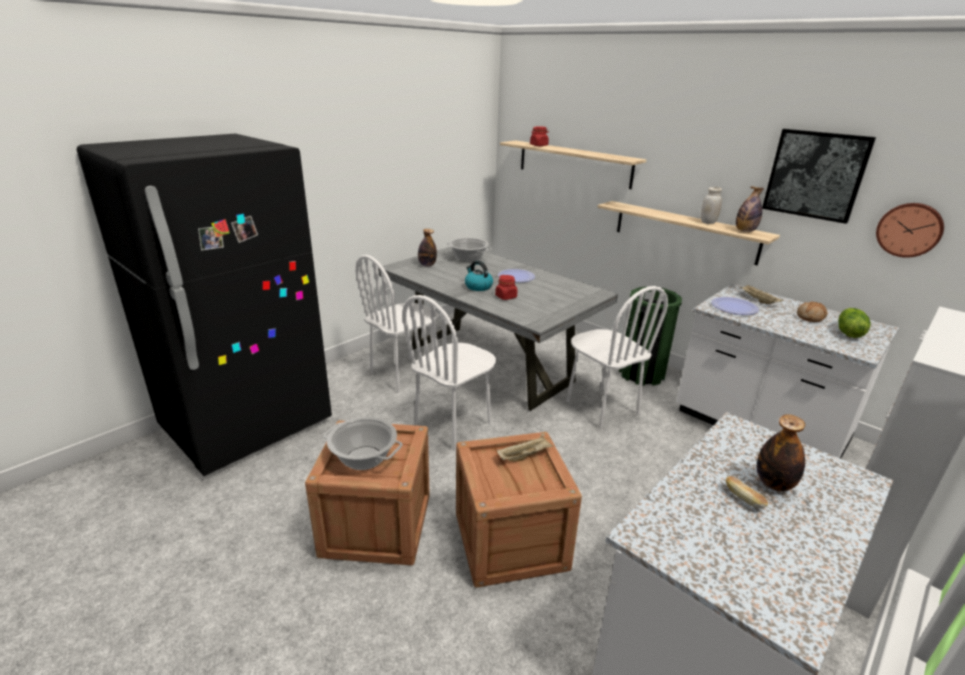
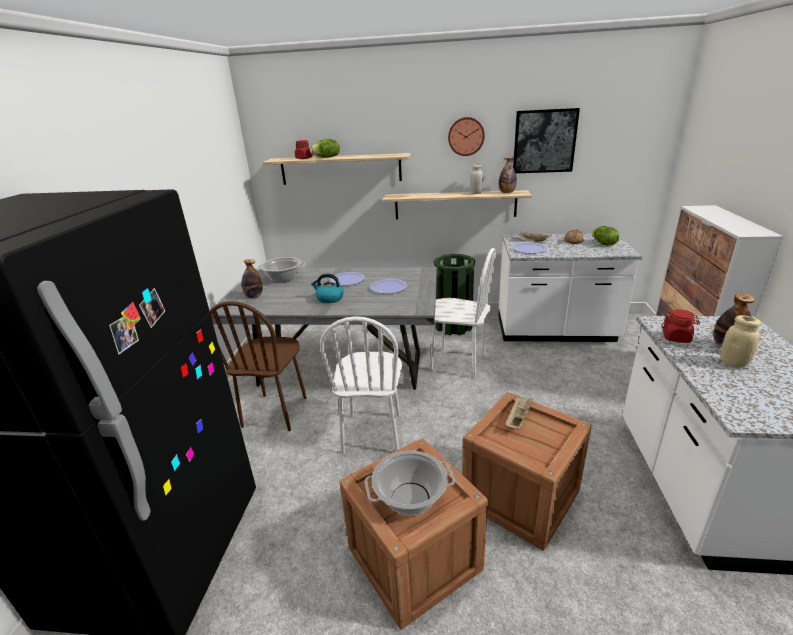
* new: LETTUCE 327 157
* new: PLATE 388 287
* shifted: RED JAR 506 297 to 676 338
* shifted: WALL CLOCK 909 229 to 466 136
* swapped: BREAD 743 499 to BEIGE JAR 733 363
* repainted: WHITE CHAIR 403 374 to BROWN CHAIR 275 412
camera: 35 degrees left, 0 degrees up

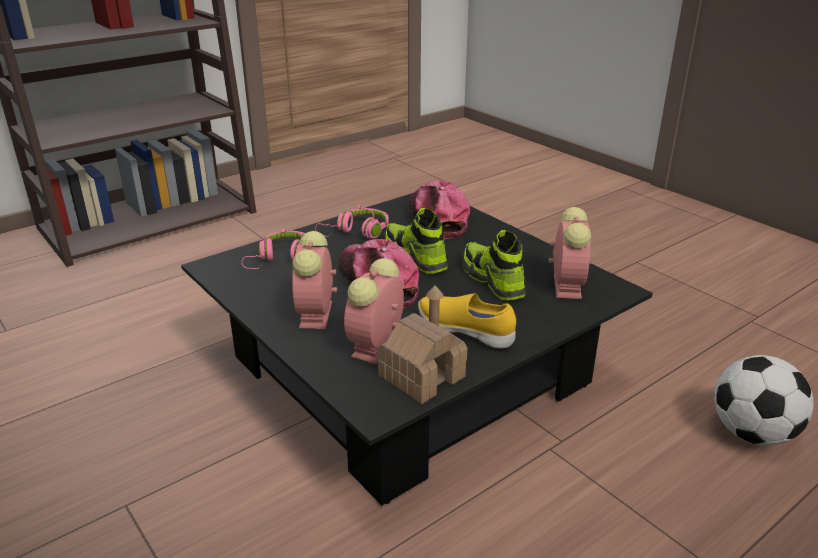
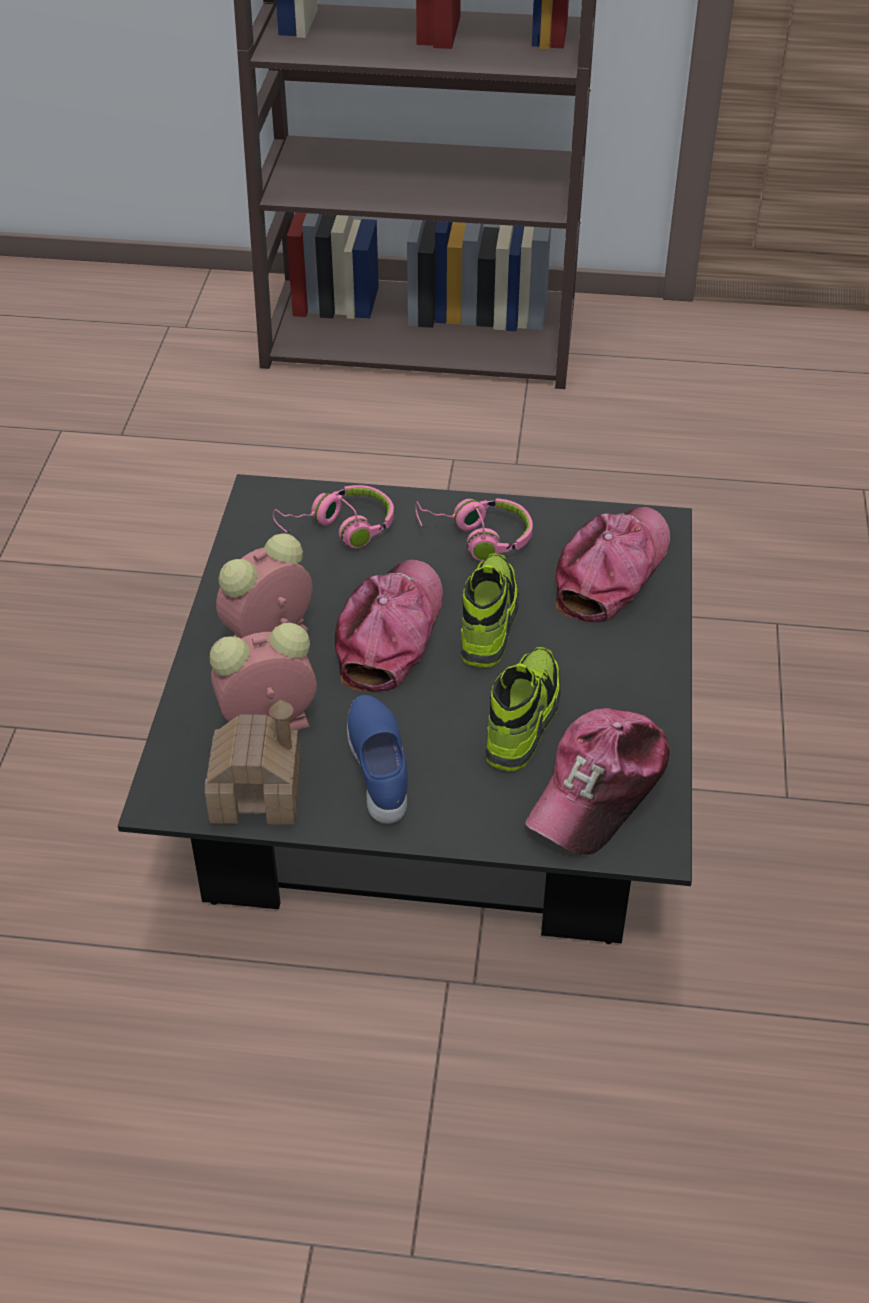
* gone: FOOTBALL 752 434
* swapped: ALARM CLOCK 566 284 to CAP 599 789
* repainted: YELLOW SHOE 465 331 to BLUE SHOE 380 769
camera: 45 degrees right, 15 degrees up

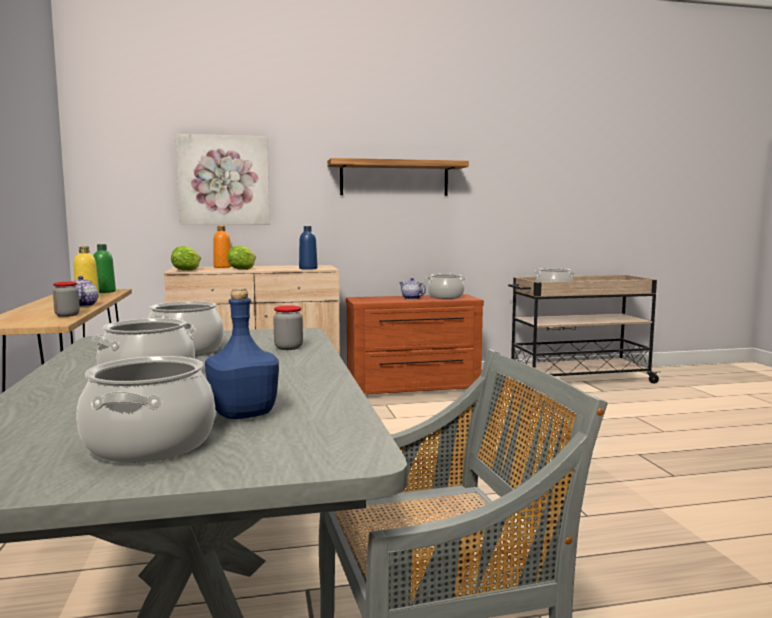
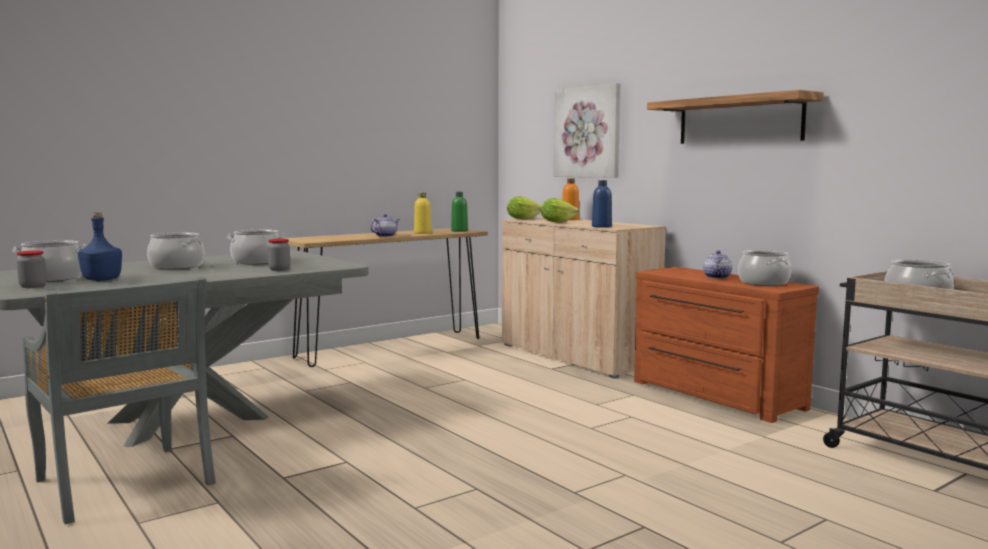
* shifted: JAR 67 315 to 33 286
camera: 65 degrees right, 0 degrees up

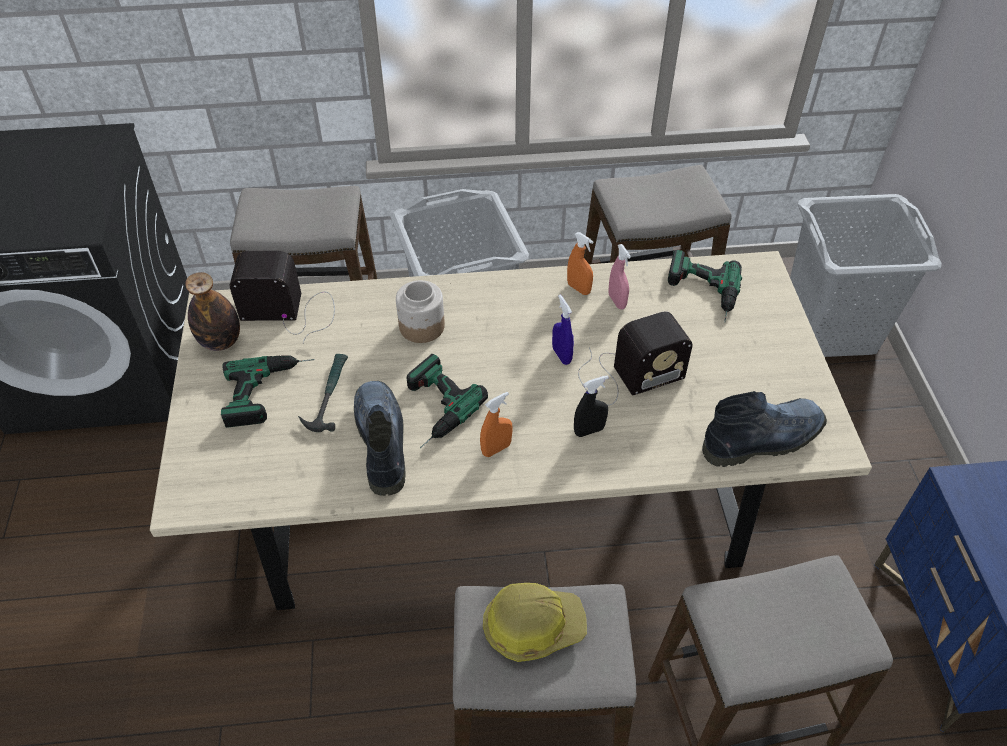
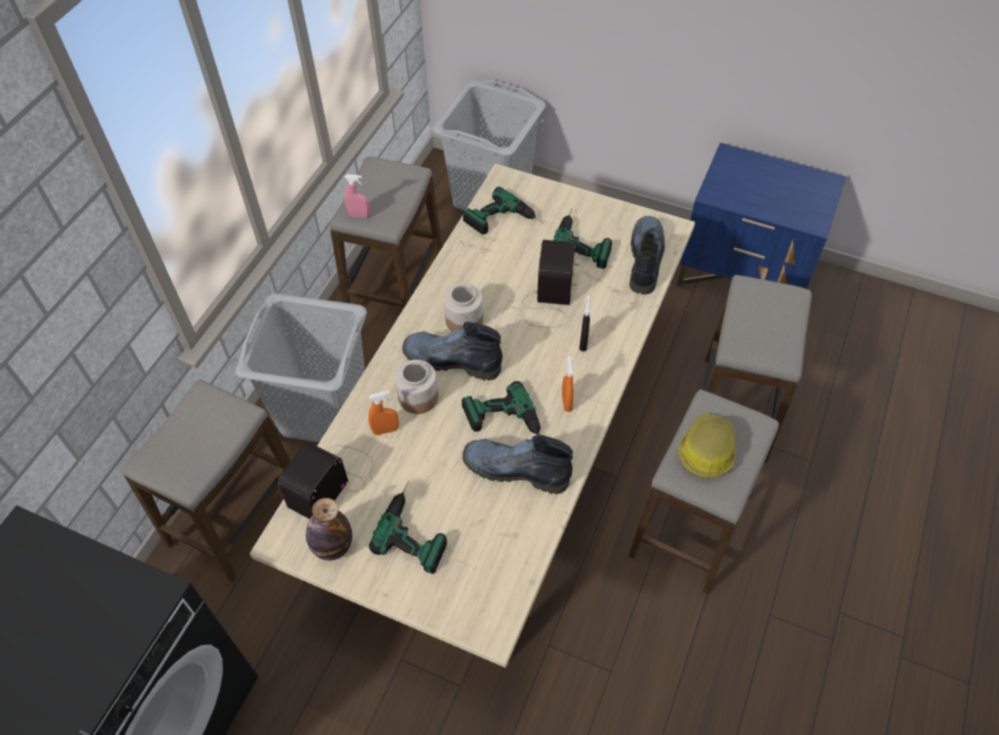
* gone: HAMMER 328 395
* gone: BLUE SPRAY BOTTLE 561 355
* new: BOOT 450 360
* new: JAR 464 320
* new: POWER DRILL 584 239
* shifted: ORANGE SPRAY BOTTLE 578 288 to 385 430
* shifted: PINK SPRAY BOTTLE 617 301 to 359 215
camera: 60 degrees left, 5 degrees up

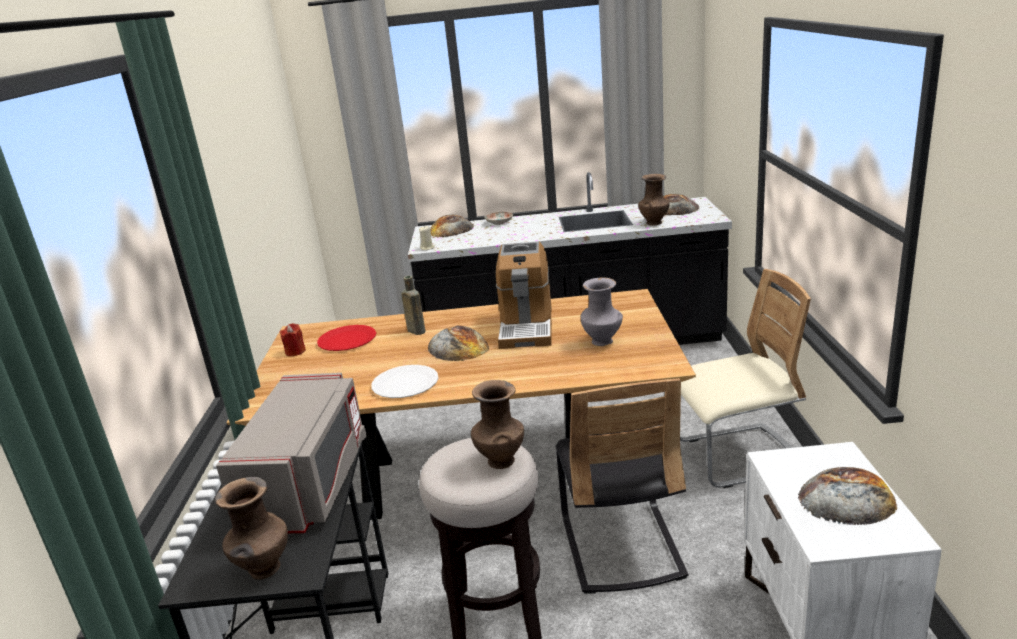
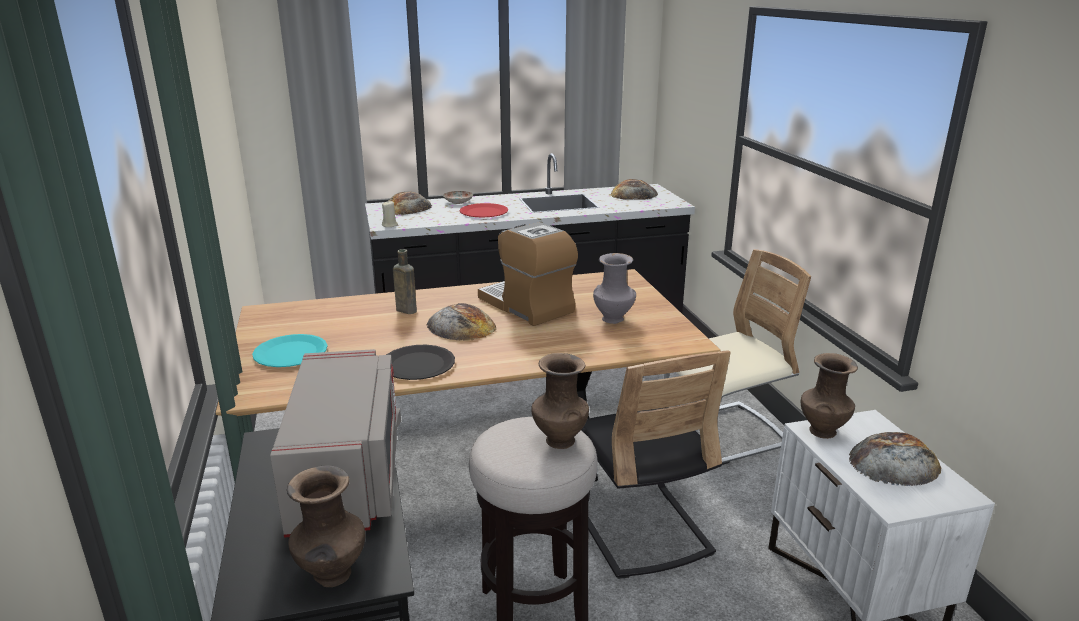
* gone: RED CANDLE 295 352
* new: TURQUOISE PLATE 290 353
* shifted: RED PLATE 347 340 to 484 212
* shifted: BROWN VASE 654 223 to 822 430
* repainted: WHITE PLATE 405 383 to BLACK PLATE 418 364
* rotated: COFFEE MACHINE 526 327 = 527 305 150 degrees clockwise
camera: 15 degrees left, 0 degrees up

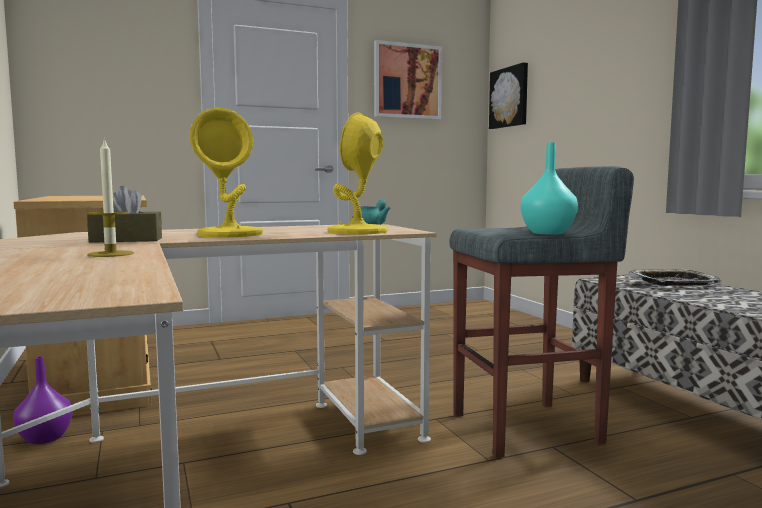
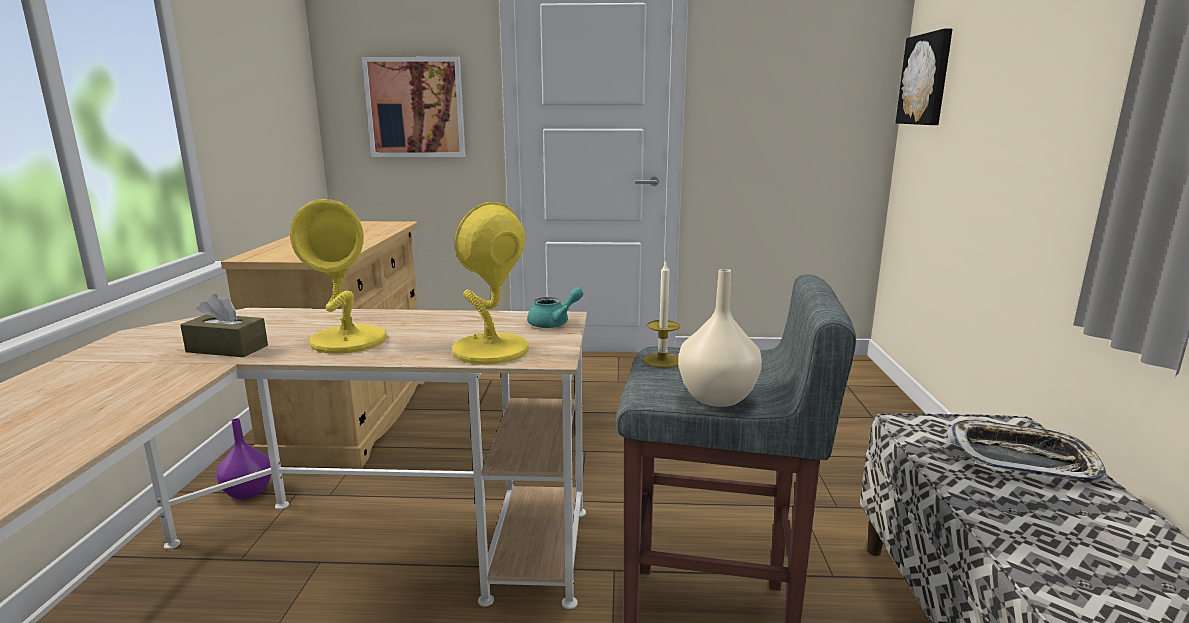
* shifted: CANDLE 111 254 to 662 360
* shifted: PICTURE 407 81 to 416 108
* repainted: TURQUOISE VASE 547 233 to BEIGE VASE 717 397
camera: 25 degrees right, 10 degrees up

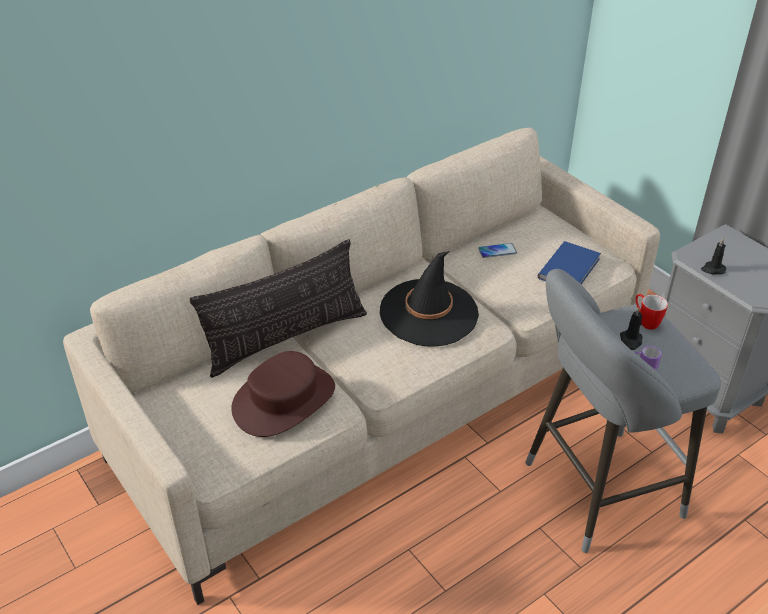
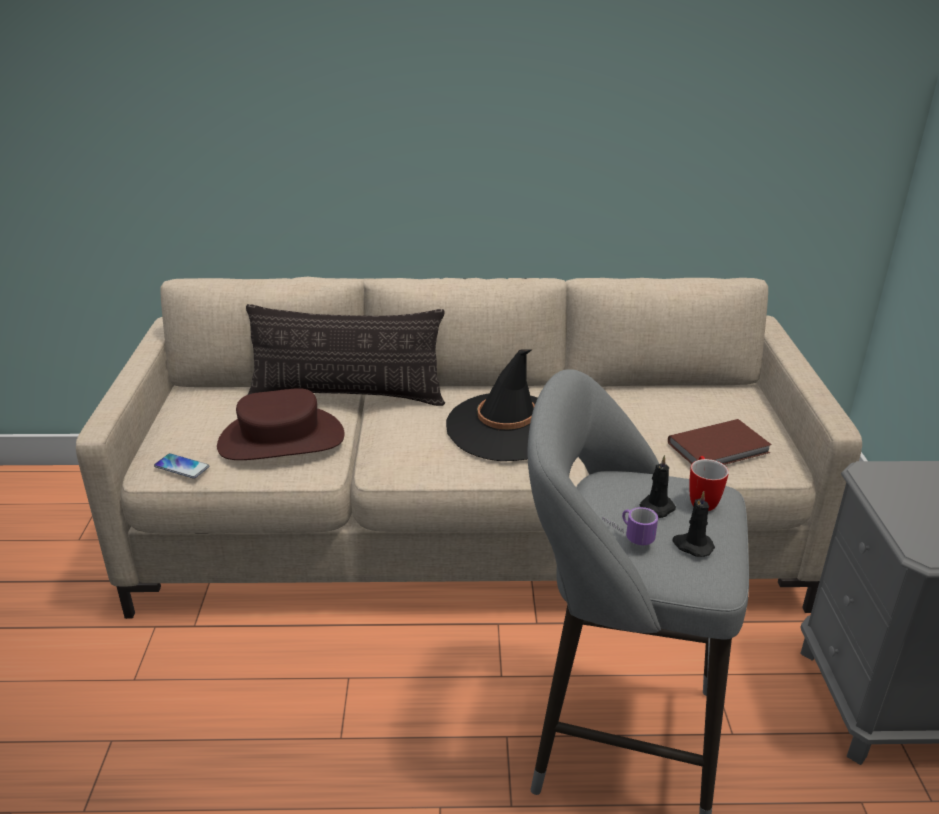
* shifted: PHONE 497 251 to 182 467
* shifted: BLACK CANDLE 713 269 to 692 545
* repainted: BLUE BOOK 570 268 to BROWN BOOK 720 448
camera: 35 degrees right, 10 degrees down

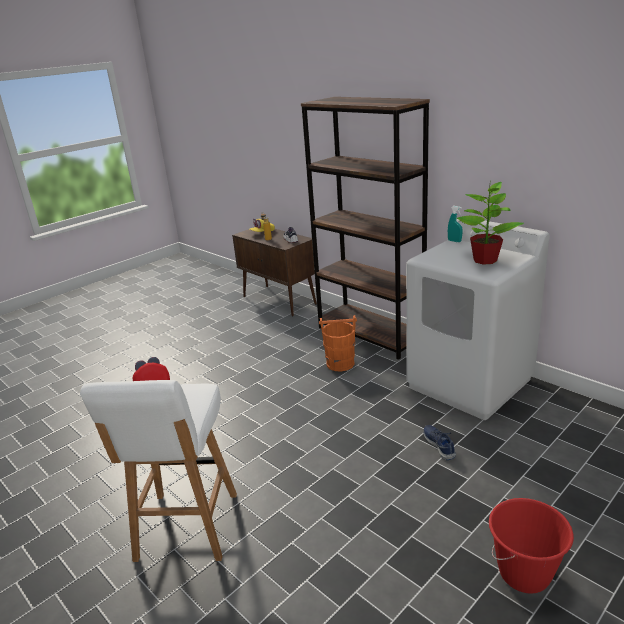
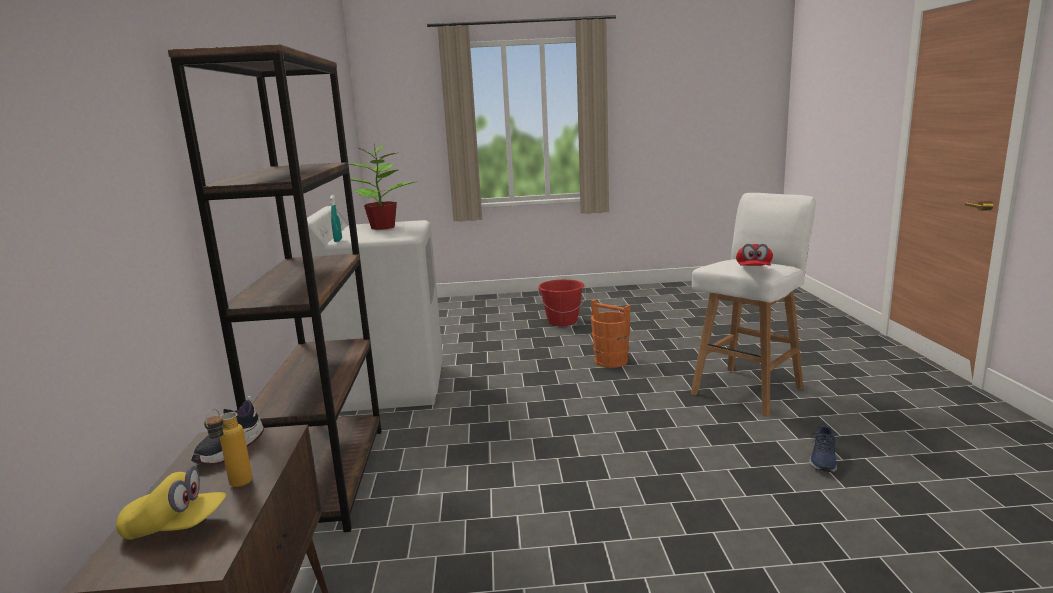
* shifted: ORANGE BUCKET 340 364 to 611 361
* shifted: BLUE SHOE 439 445 to 822 459
camera: 140 degrees left, 10 degrees down

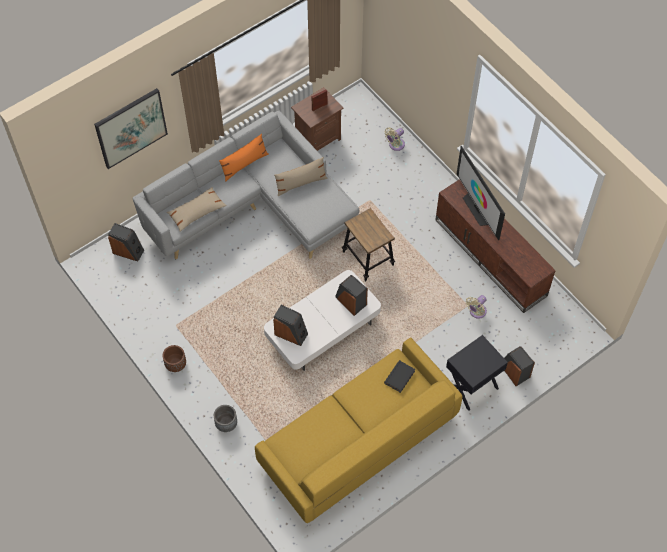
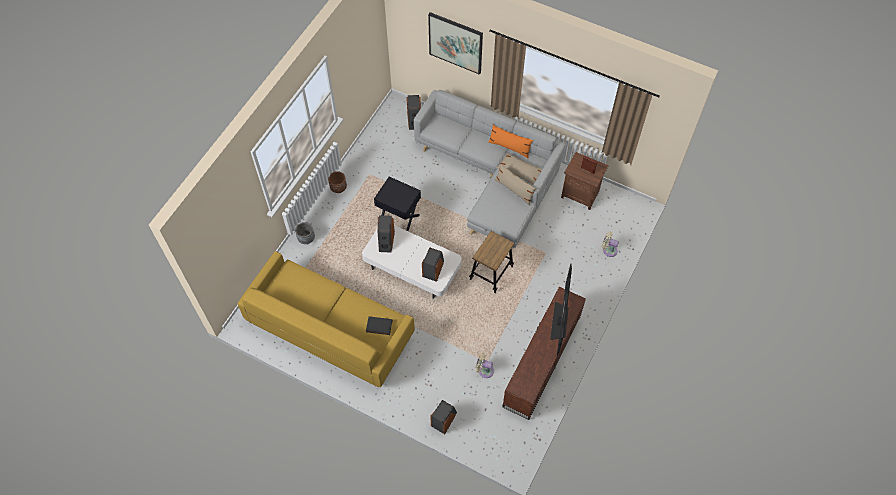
* shifted: BEIGE PILLOW 197 212 to 521 172
* shifted: BLACK SIDE TABLE 472 386 to 399 219
* rotated: TELEVISION 478 209 = 559 321 150 degrees clockwise
camera: 65 degrees right, 0 degrees up

